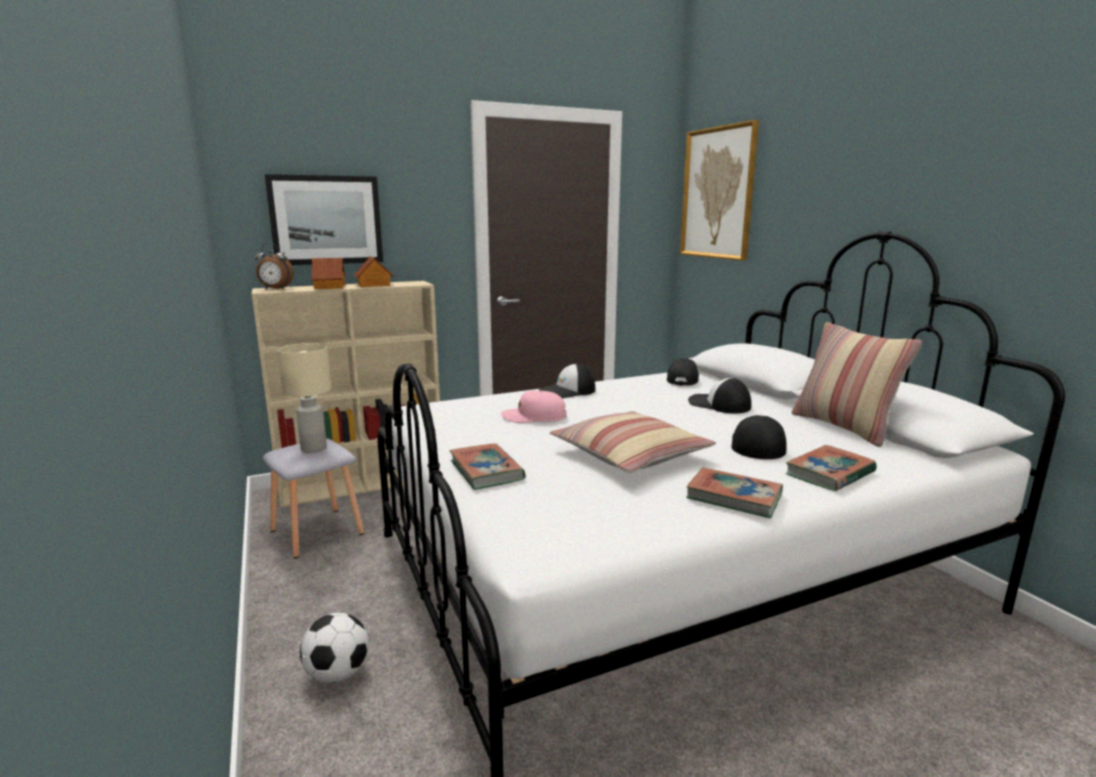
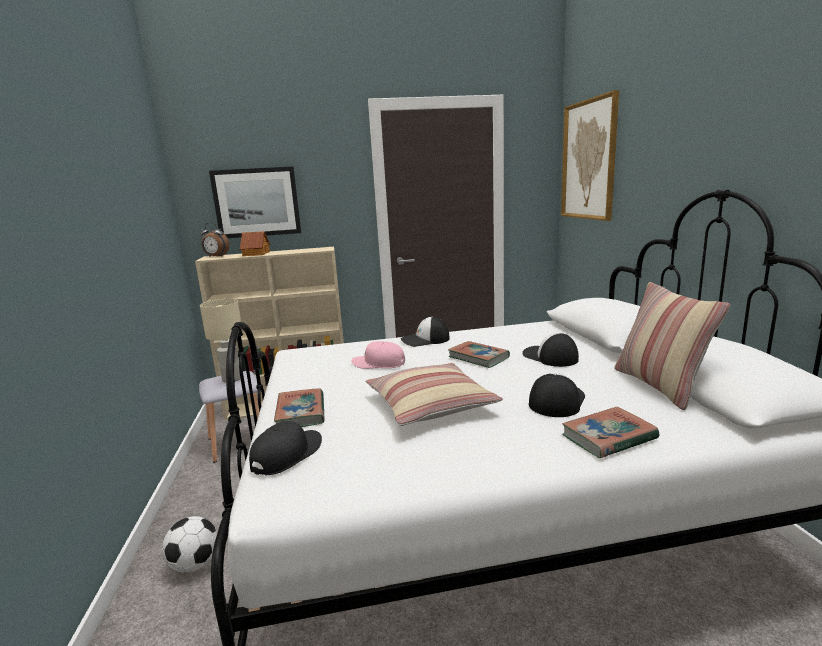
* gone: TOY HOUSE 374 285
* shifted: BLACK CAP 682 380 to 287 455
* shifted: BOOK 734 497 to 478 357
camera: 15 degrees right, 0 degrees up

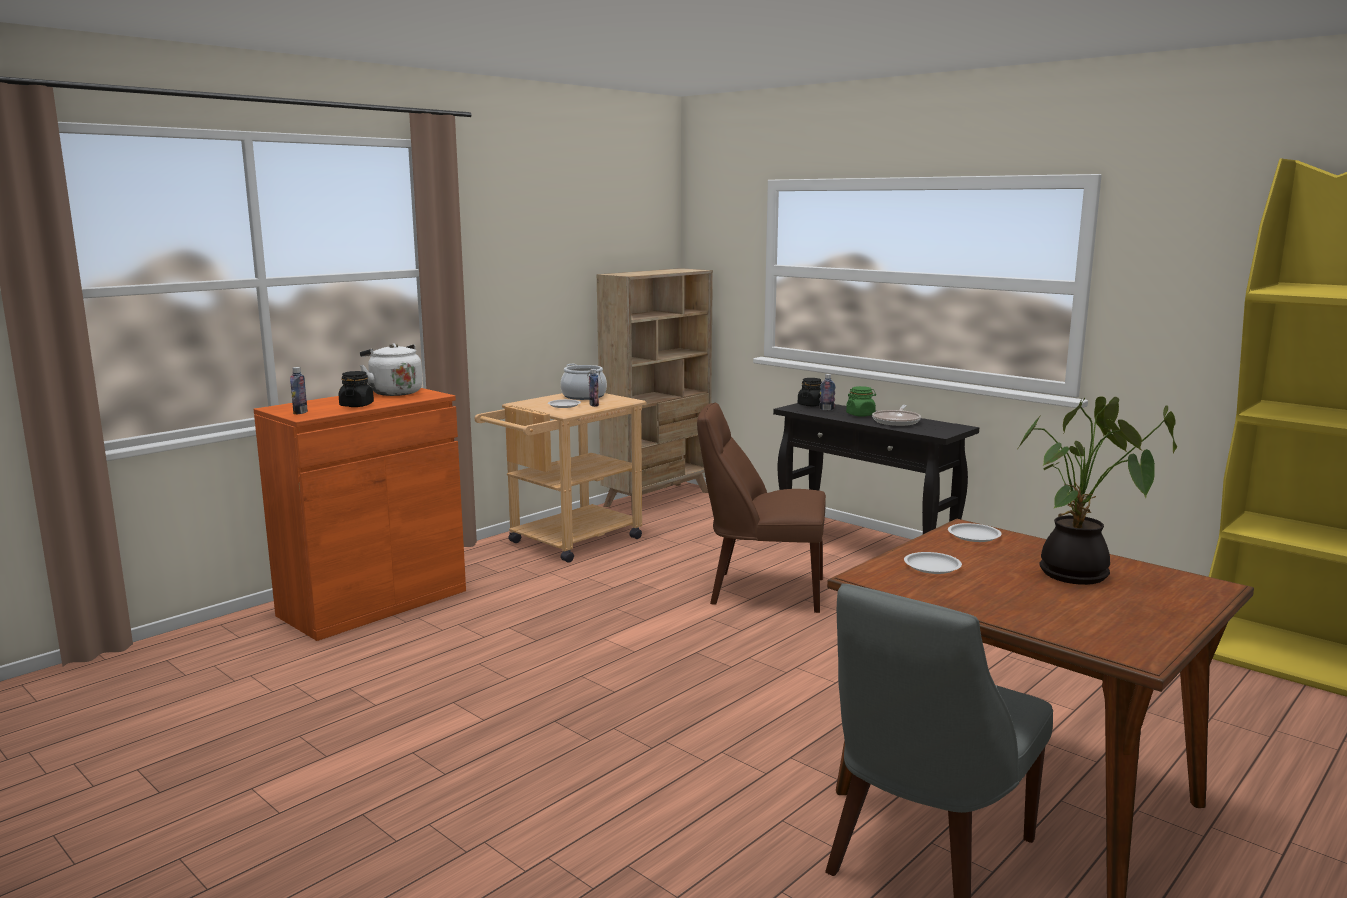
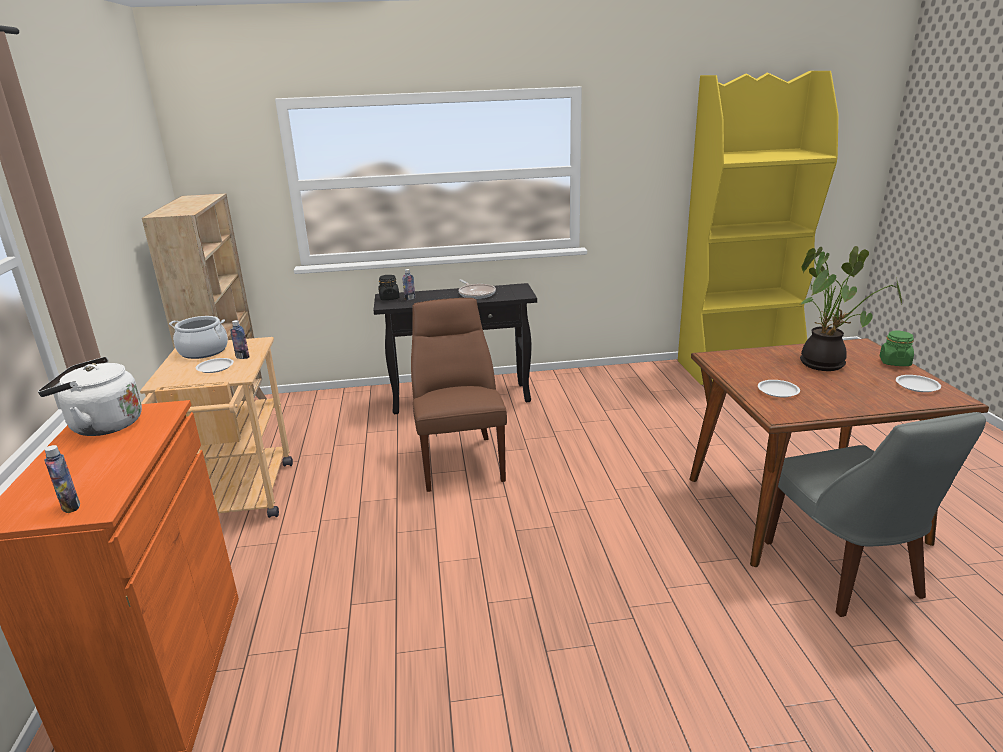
* gone: BLACK JAR 356 405
* shifted: GREEN JAR 860 415 to 894 362
* shifted: WHITE PLATE 974 536 to 917 386
* rotated: BROWN CHAIR 761 591 = 460 460 120 degrees clockwise
camera: 50 degrees left, 10 degrees up

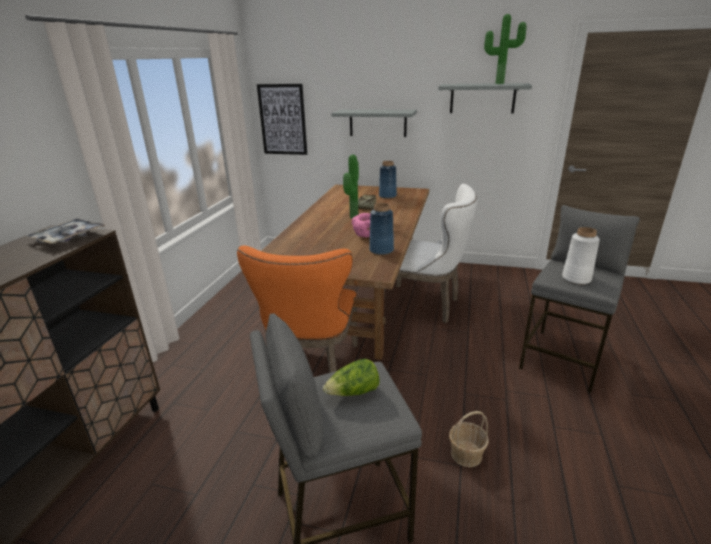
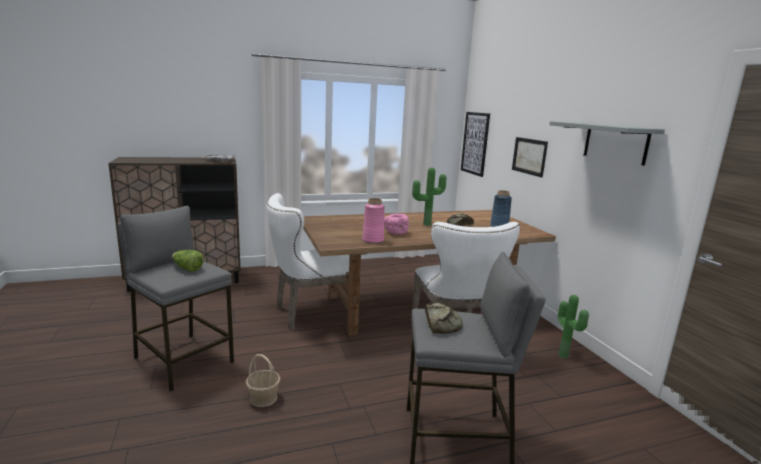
* shifted: POTTED PLANT 499 83 to 565 356
* swapped: GREY SHELF 377 123 to PICTURE 529 156
* swapped: WHITE VASE 576 278 to BREAD 441 323
* repainted: ORANGE CHAIR 313 370 to WHITE CHAIR 310 314
* repainted: BLUE VASE 381 250 to PINK VASE 373 240
camera: 55 degrees right, 10 degrees down

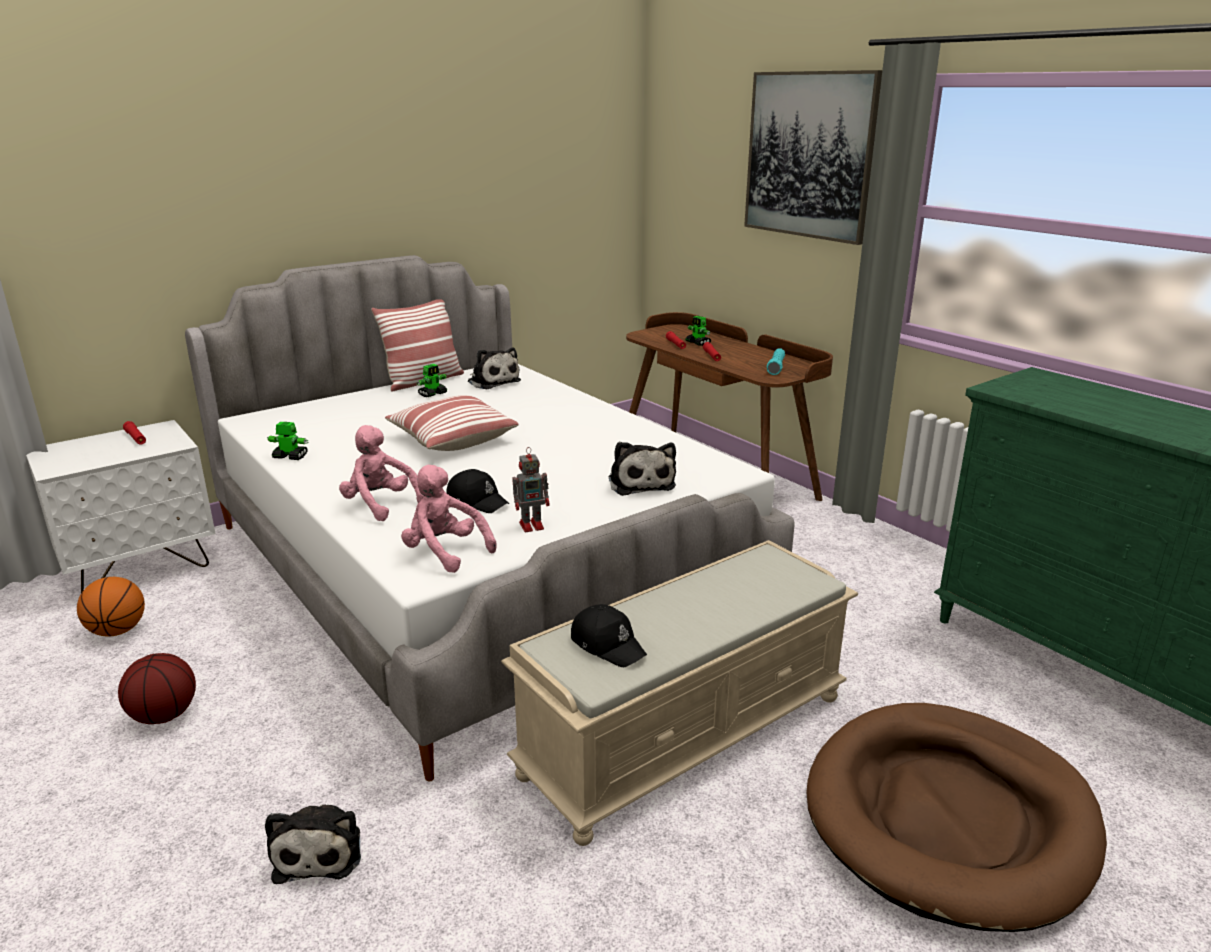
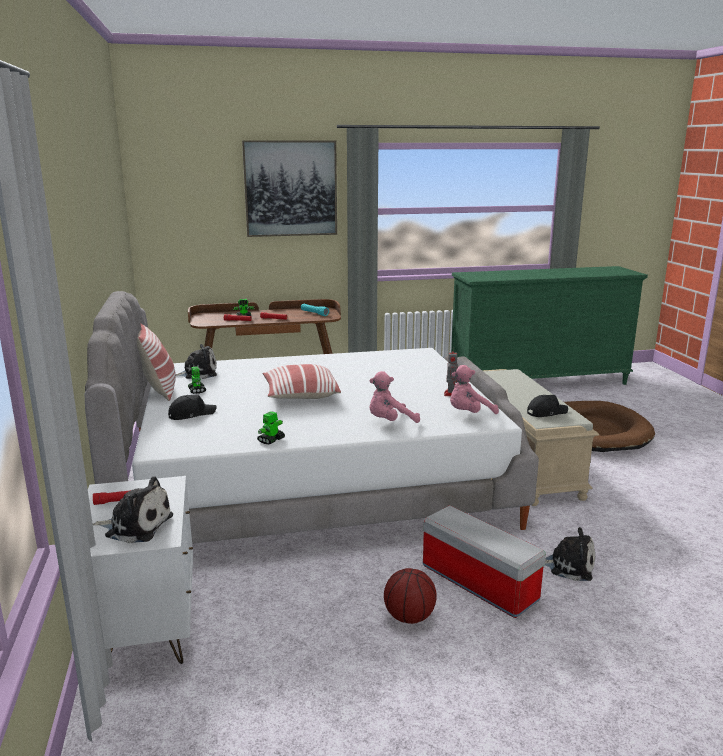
* gone: BASKETBALL 117 631
* new: STORAGE BOX 477 582
* shifted: BLACK CAP 477 500 to 191 414
* shifted: PLUSH TOY 640 483 to 136 526
camera: 65 degrees left, 5 degrees down

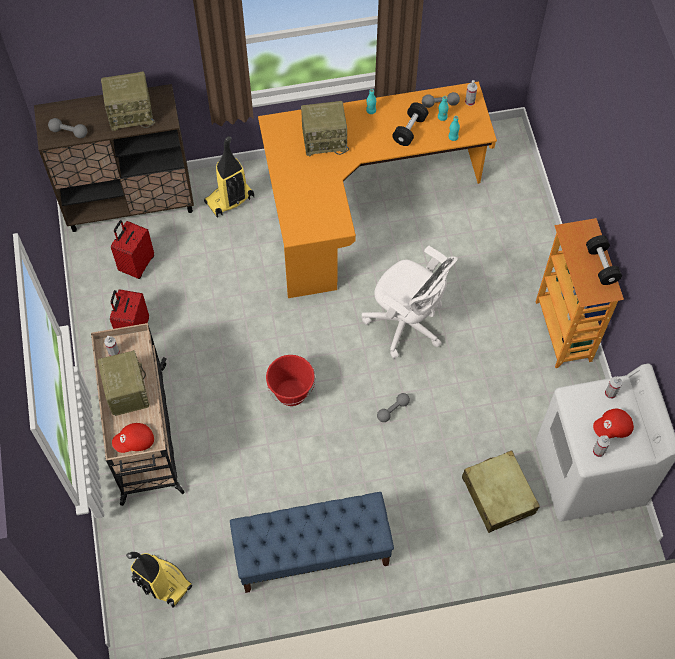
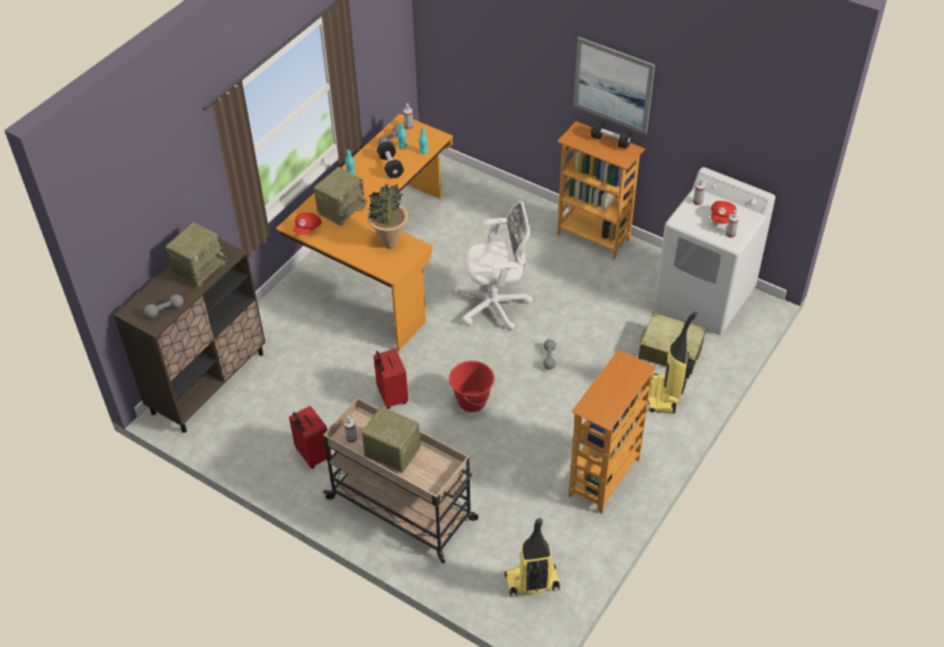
* new: POTTED PLANT 389 244
* new: PICTURE 613 85
* shifted: RED SUITCASE 136 264 to 391 397
* shifted: RED CAP 135 442 to 308 229
* shifted: VACUUM CLEANER 229 200 to 664 396
* swapped: BLUE BENCH 312 553 to BOOKCASE 605 478
camera: 45 degrees left, 15 degrees down

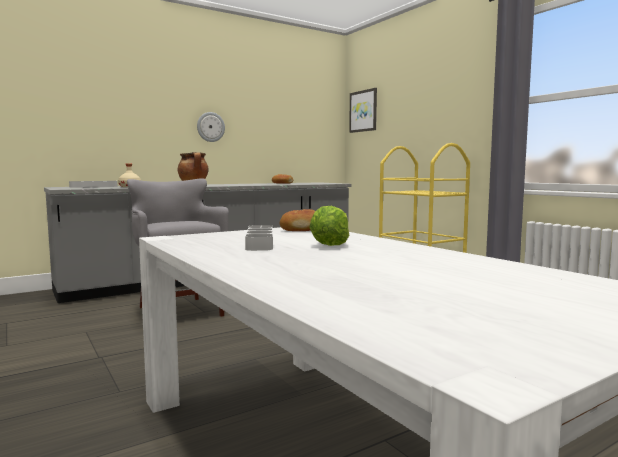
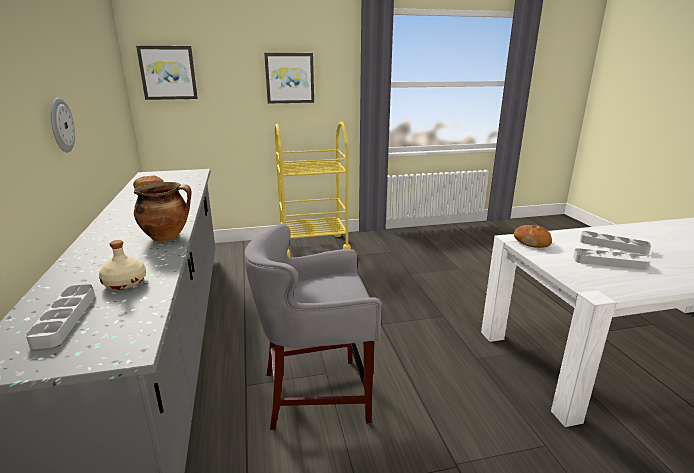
* new: PICTURE 289 78
* swapped: LETTUCE 330 245 to GREY TRAY 613 246
camera: 70 degrees left, 15 degrees up

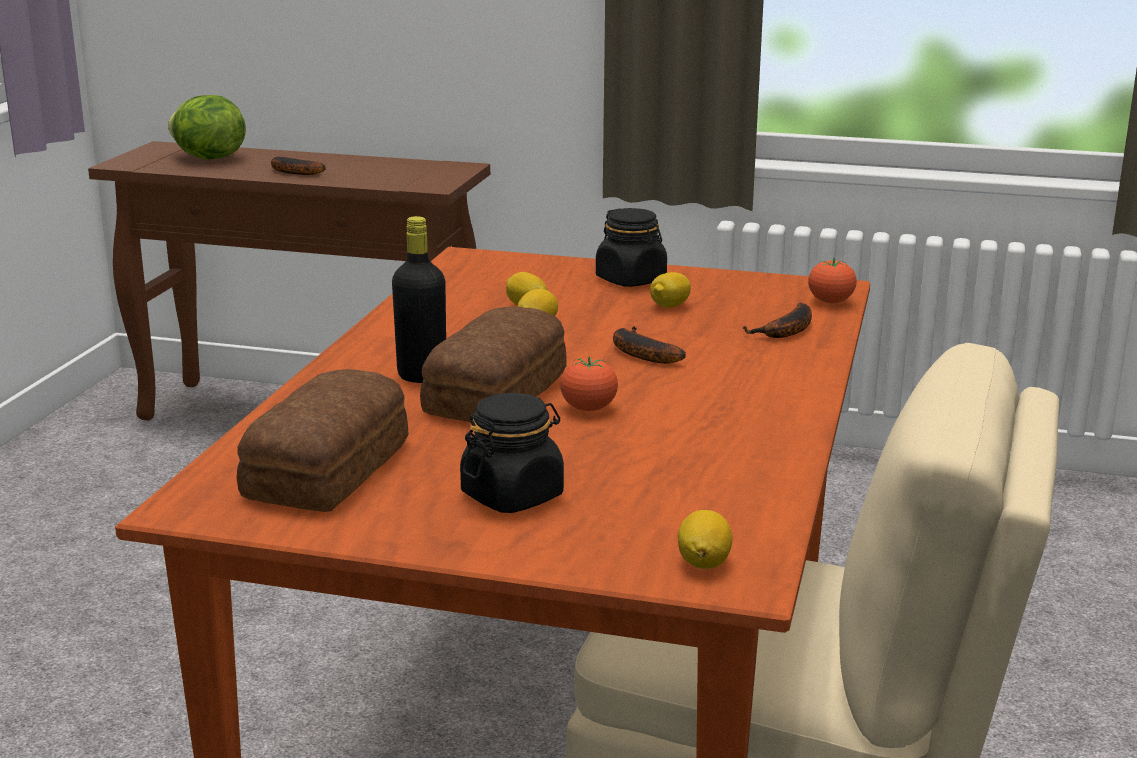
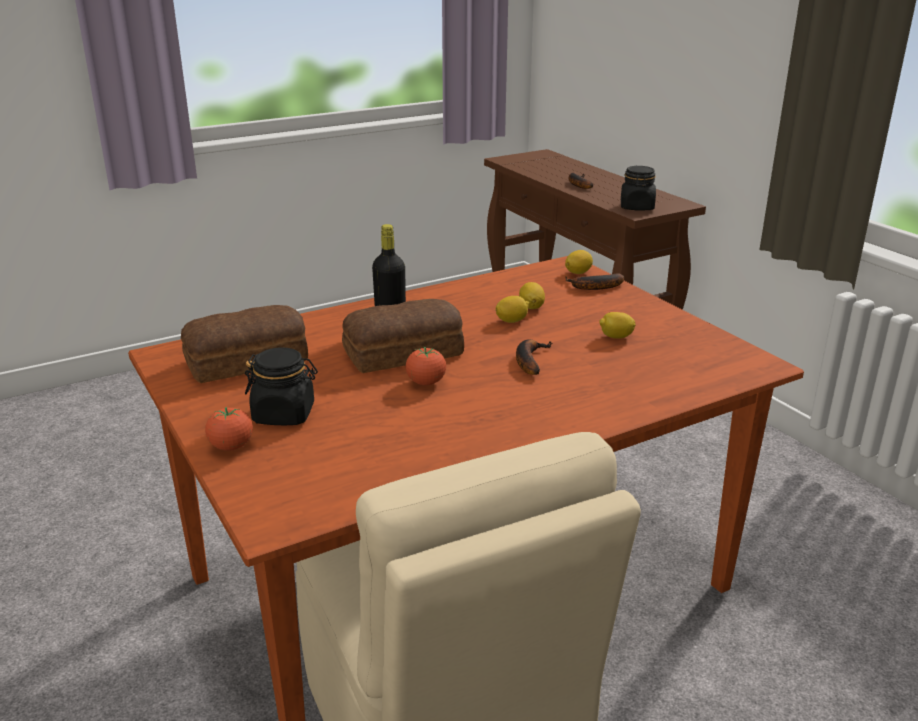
* gone: LETTUCE 208 158
* shifted: BLACK JAR 631 280 to 637 207
* shifted: LEMON 703 562 to 578 272
* shifted: BANANA 787 331 to 593 287
* shifted: TOMATO 830 302 to 231 446
camera: 45 degrees right, 5 degrees up

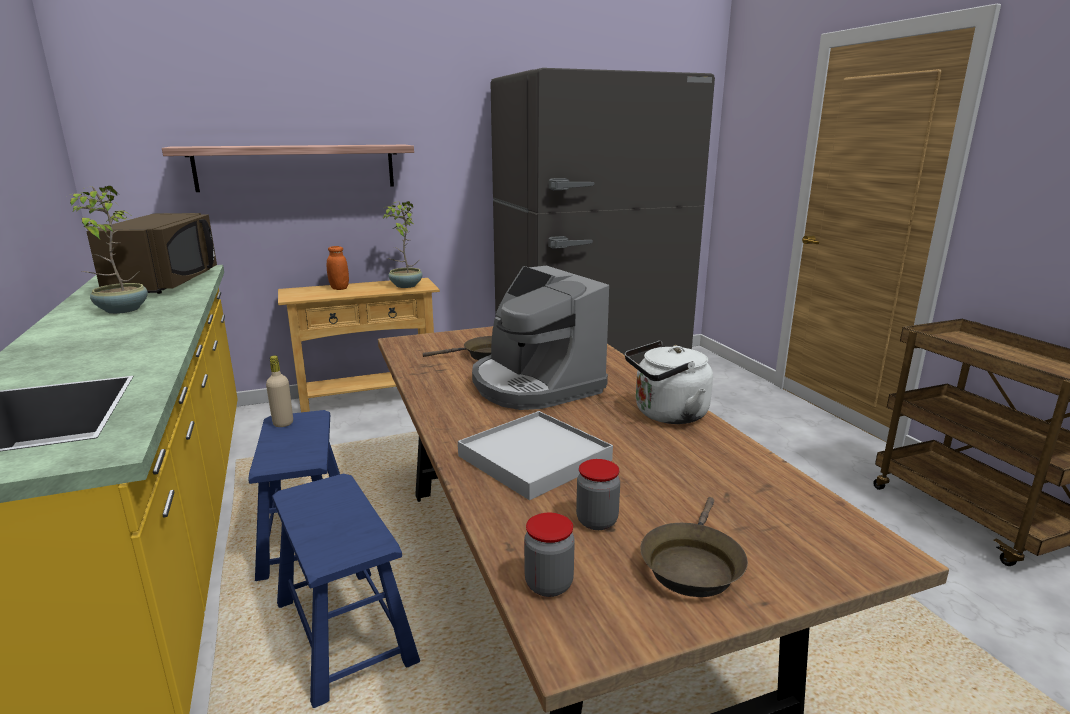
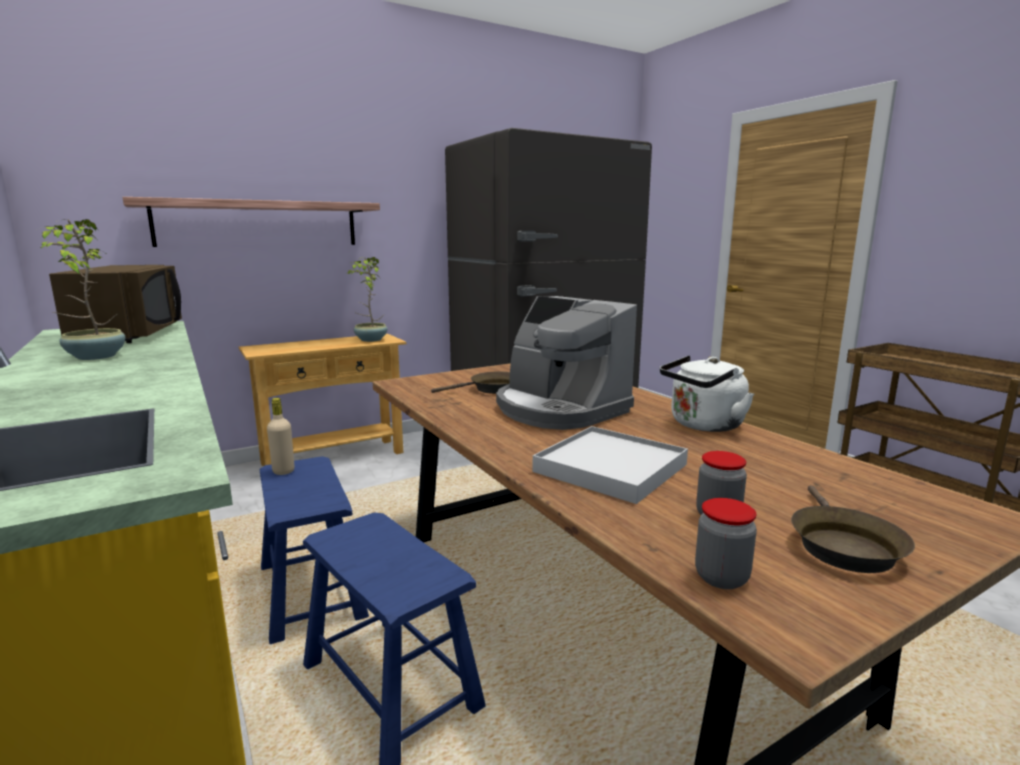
* gone: ORANGE JAR 339 288
camera: 10 degrees left, 5 degrees down

